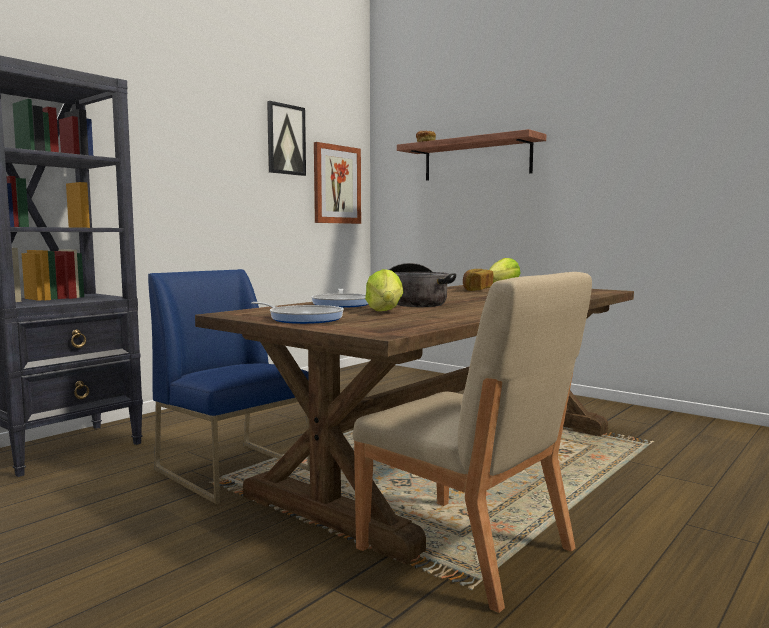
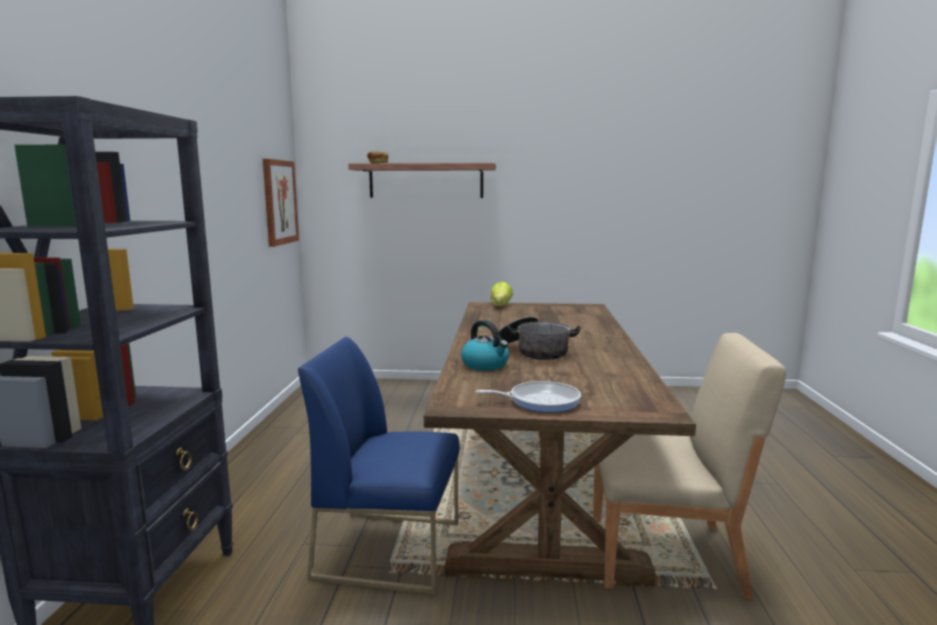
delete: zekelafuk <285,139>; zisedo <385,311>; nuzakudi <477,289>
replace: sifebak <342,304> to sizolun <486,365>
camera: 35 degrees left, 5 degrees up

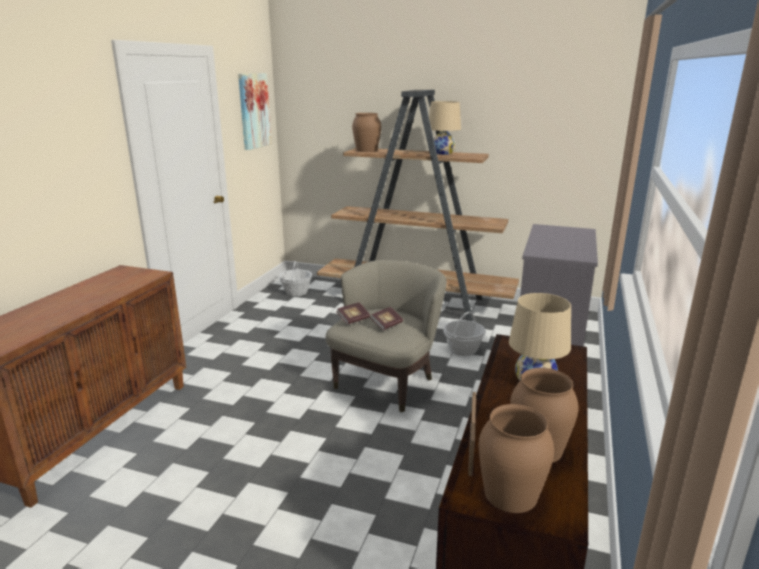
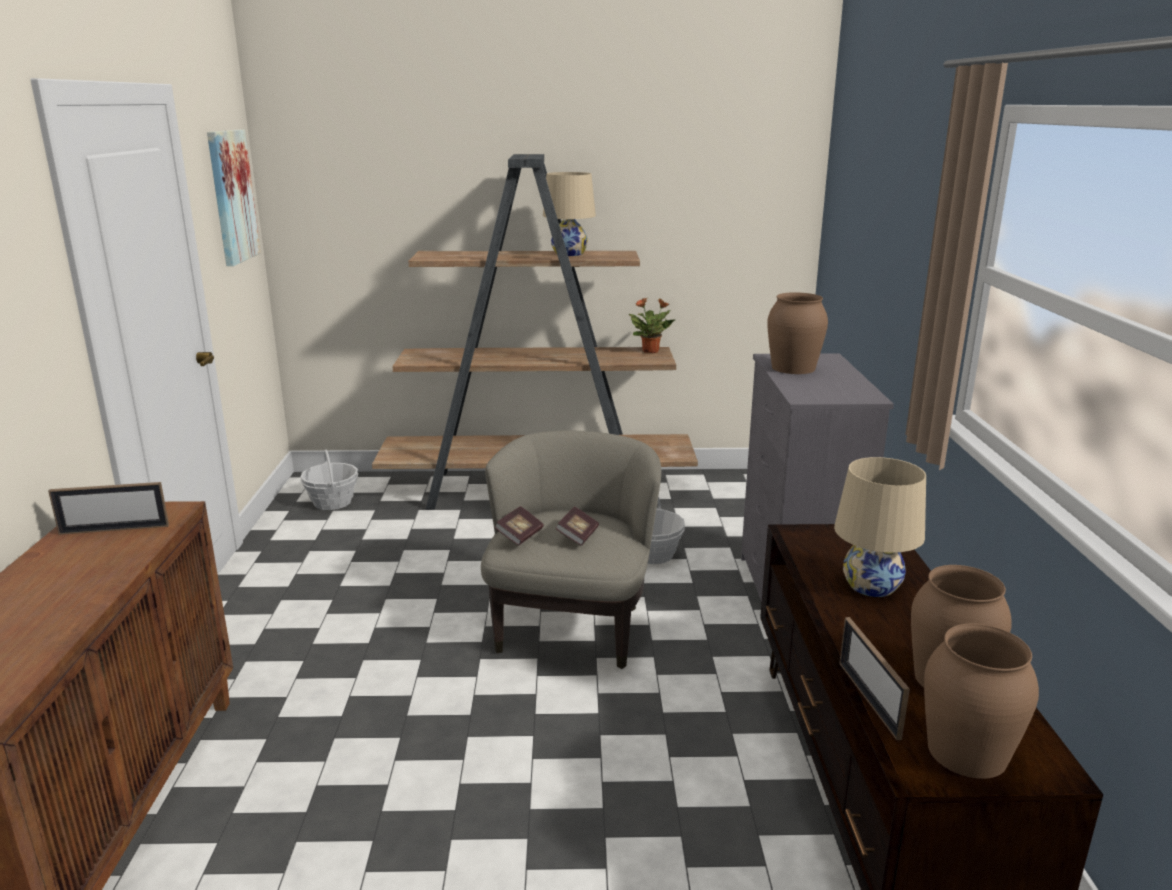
insert: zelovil <114,529>; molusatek <651,351>
move: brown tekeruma <366,150> to <793,368>
camera: 20 degrees left, 0 degrees up

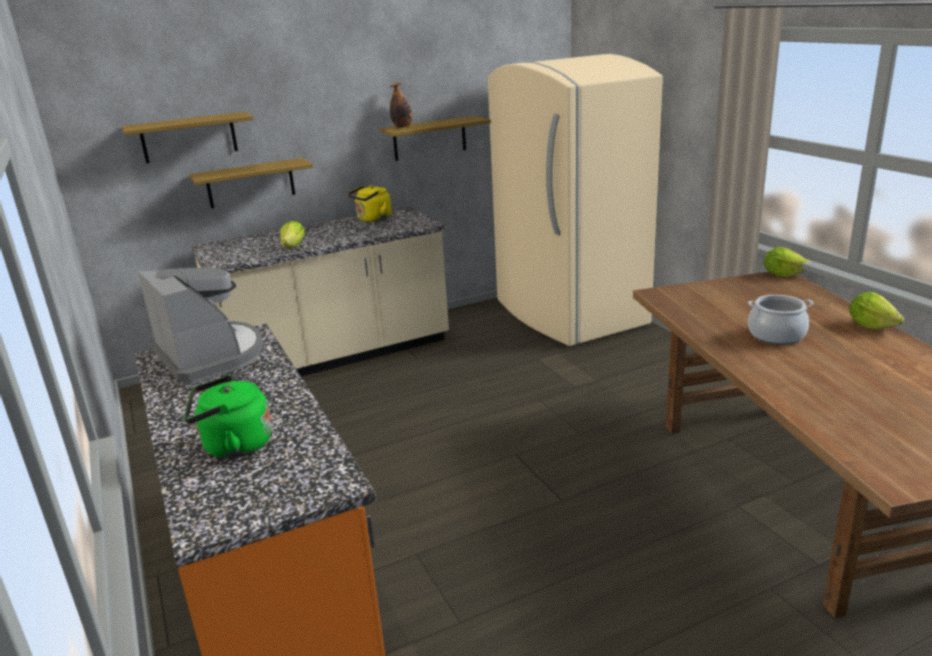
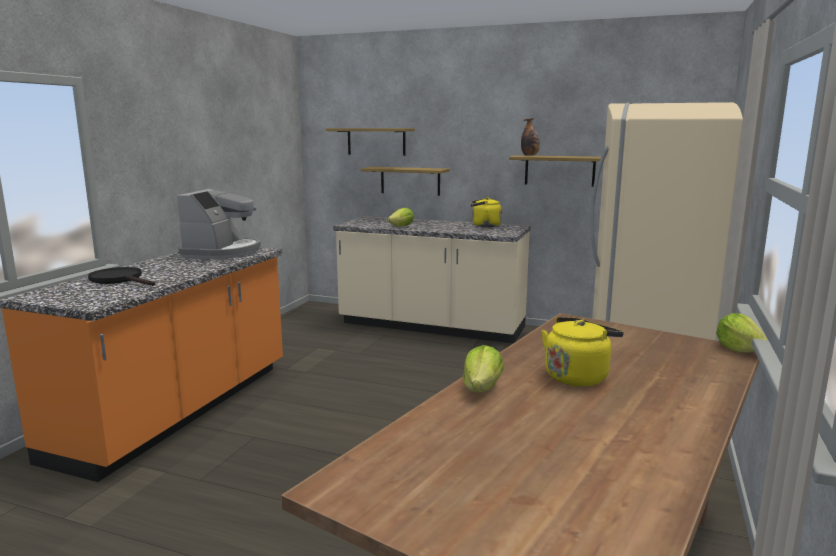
move: zisedo <871,325> to <482,388>
replace: green sizolun <233,446> to black sifebak <120,280>; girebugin <776,335> to yellow sizolun <578,376>
camera: 45 degrees right, 10 degrees down

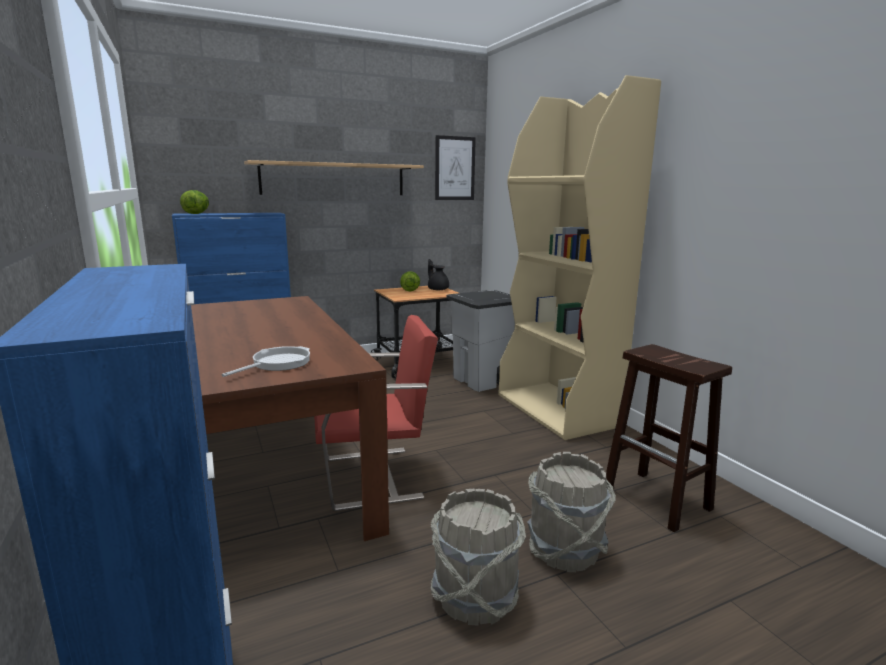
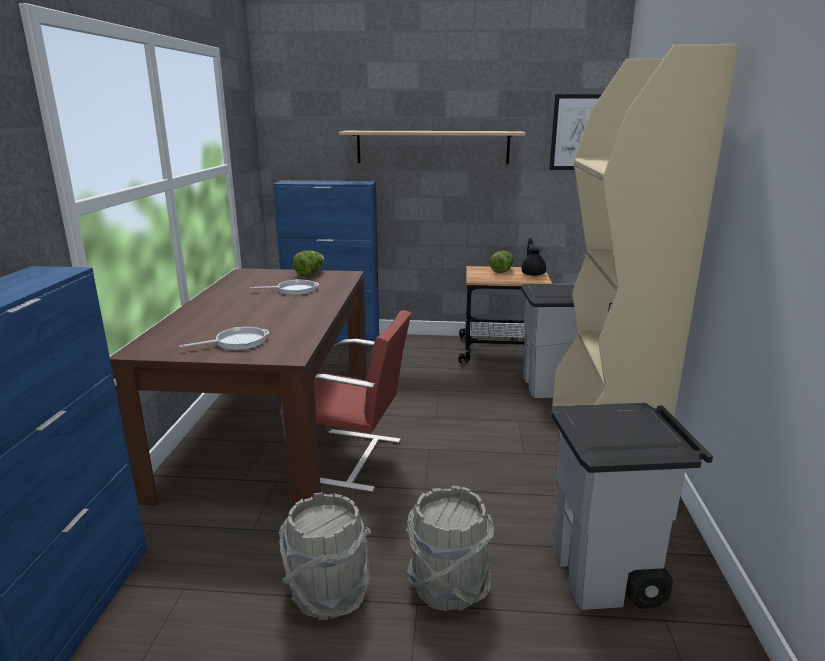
insert: sifebak <293,290>
move: zisedo <197,213> to <310,274>
replace: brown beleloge <658,500> to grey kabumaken <607,576>
camera: 30 degrees right, 5 degrees up

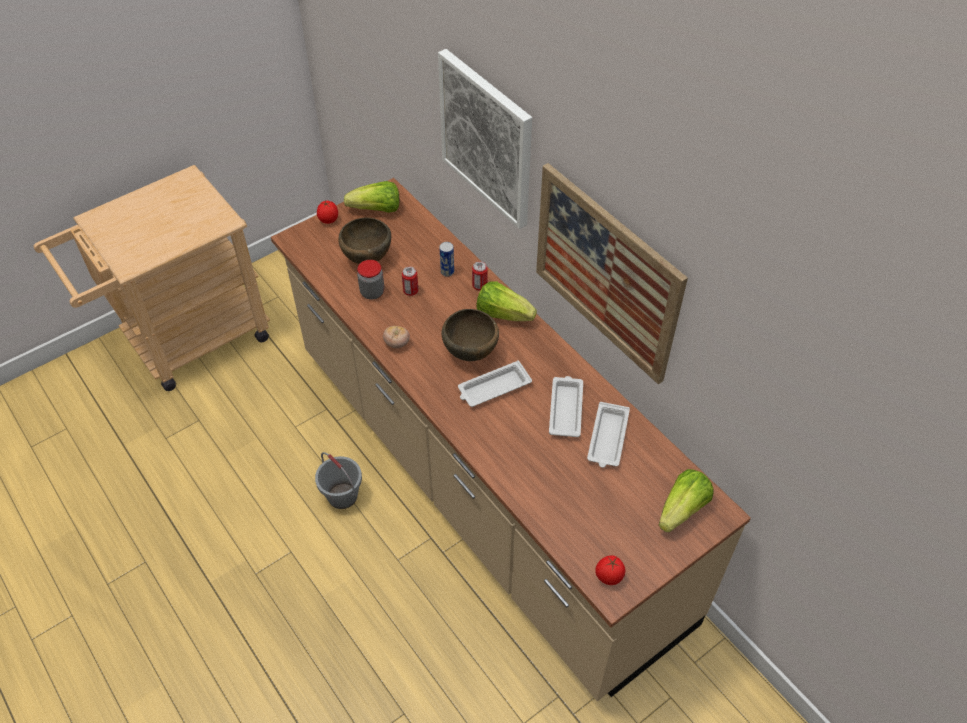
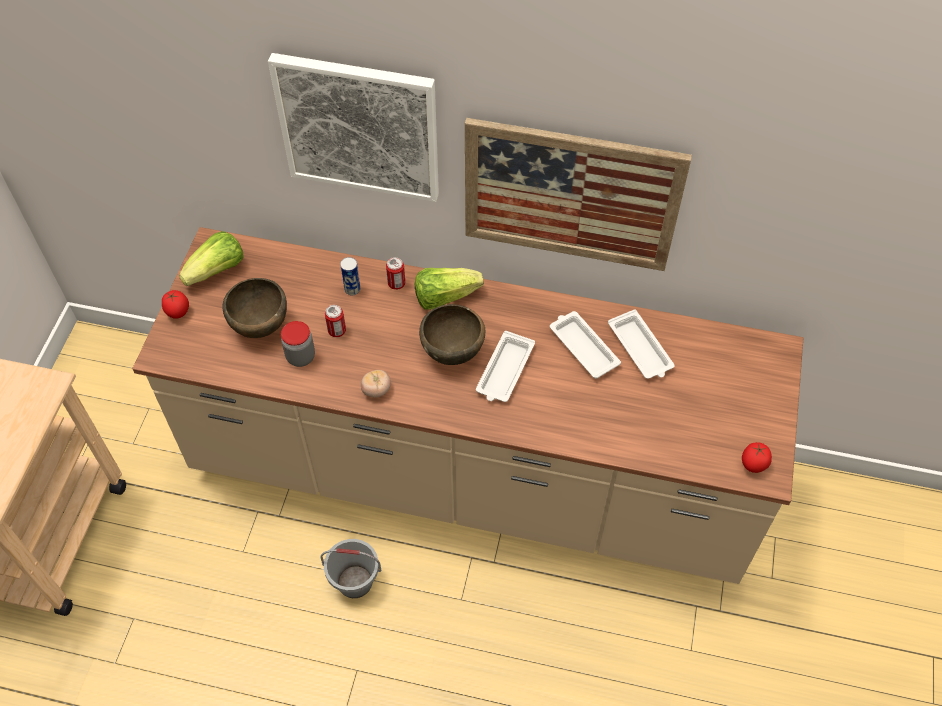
delete: zisedo <682,509>
camera: 40 degrees left, 5 degrees up

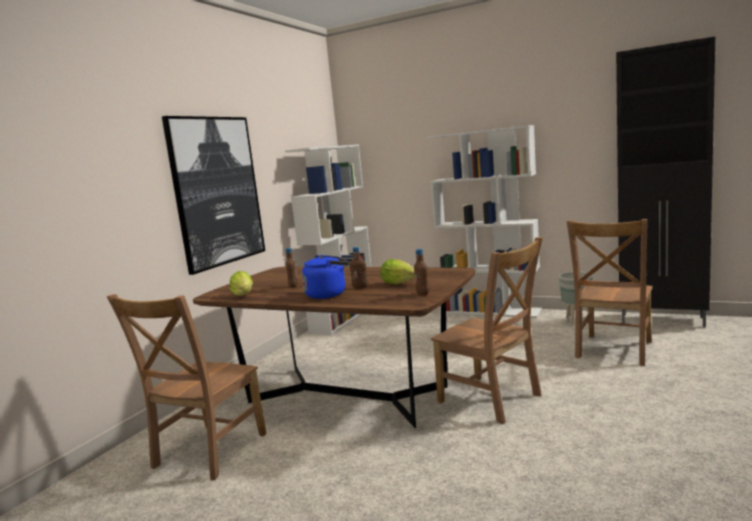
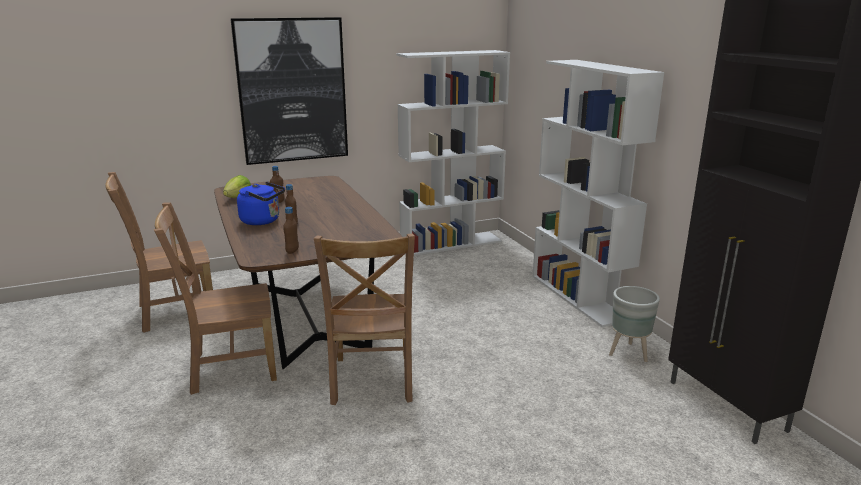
delete: zisedo <398,283>
move: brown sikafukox <613,351> to <229,367>
camera: 40 degrees right, 10 degrees up

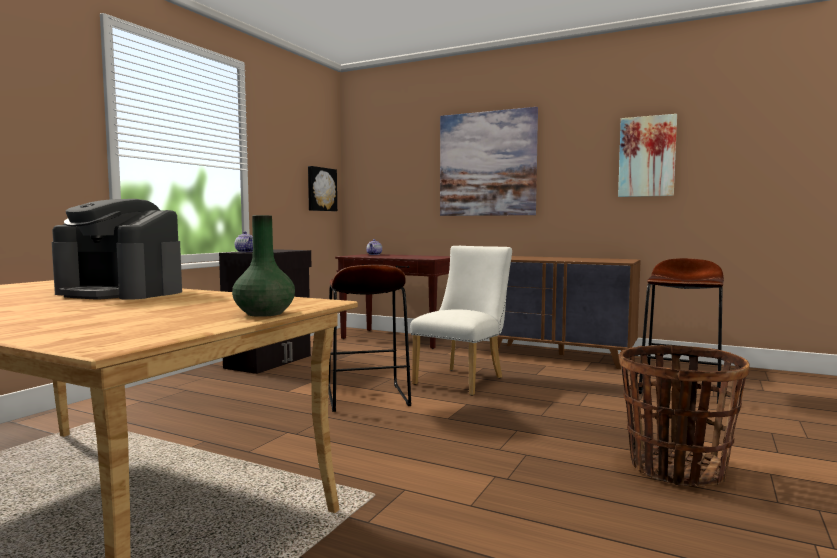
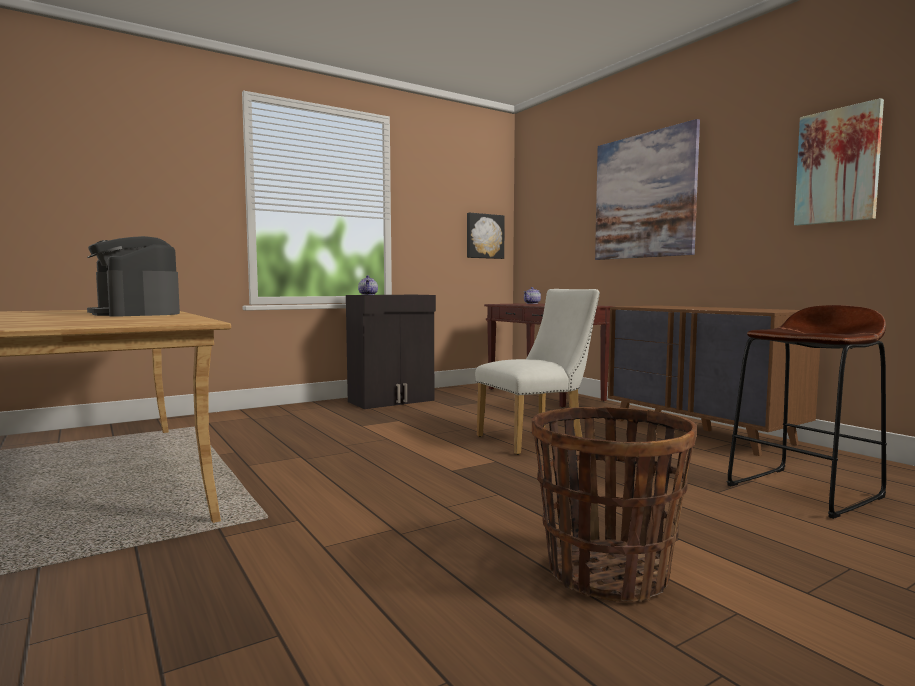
delete: green tekeruma <264,313>; brown beleloge <366,397>
camera: 30 degrees right, 0 degrees up

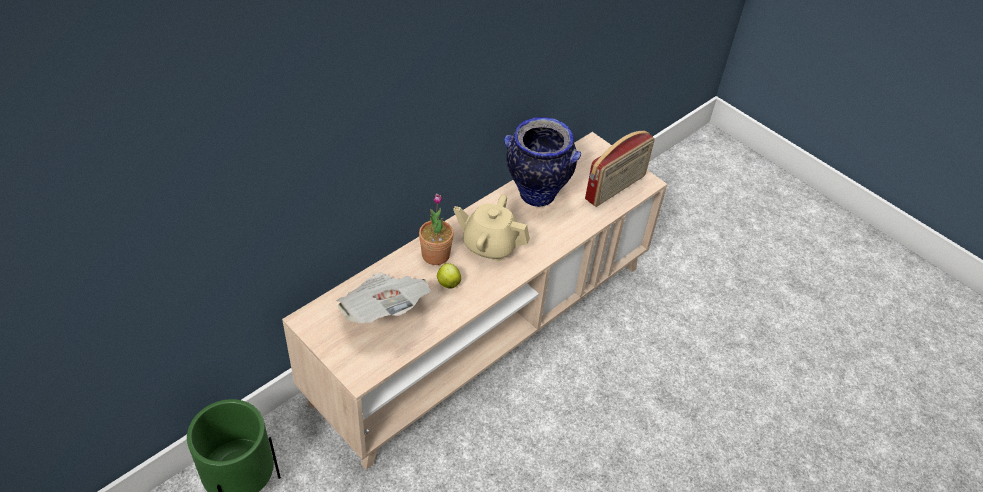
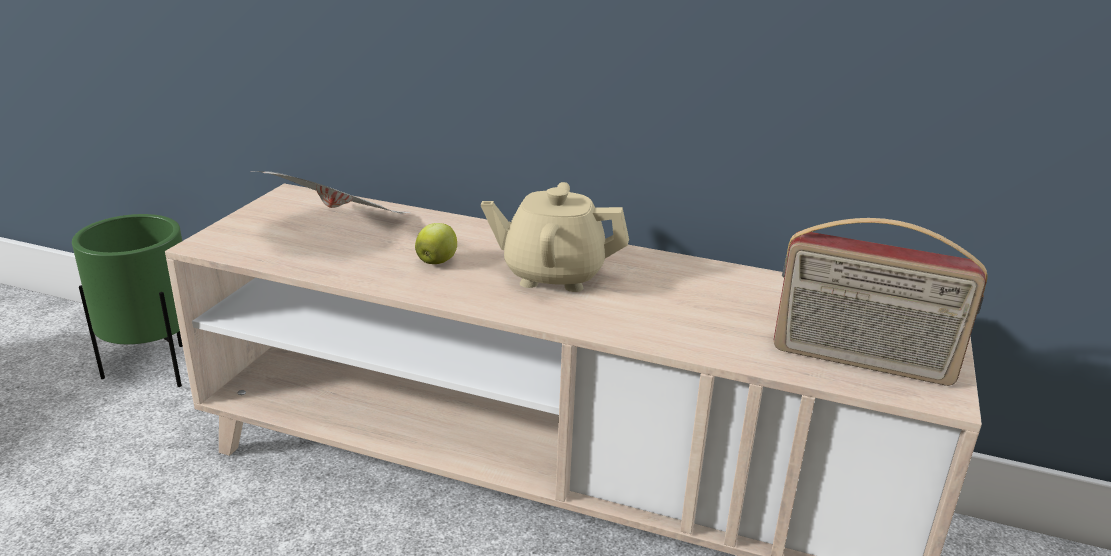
delete: molusatek <435,255>; tekeruma <536,195>
rotate: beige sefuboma <489,245> = <553,274> 75 degrees counterclockwise
camera: 65 degrees right, 20 degrees down

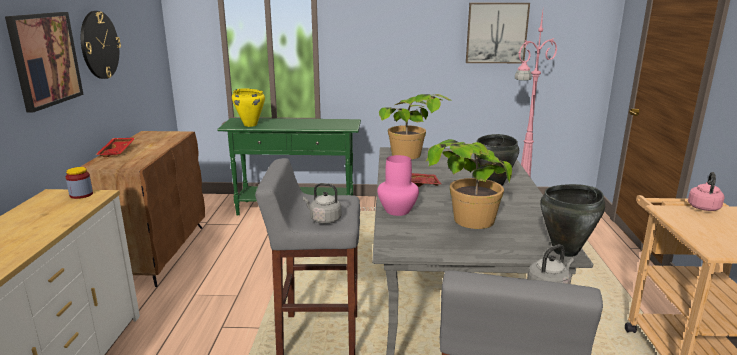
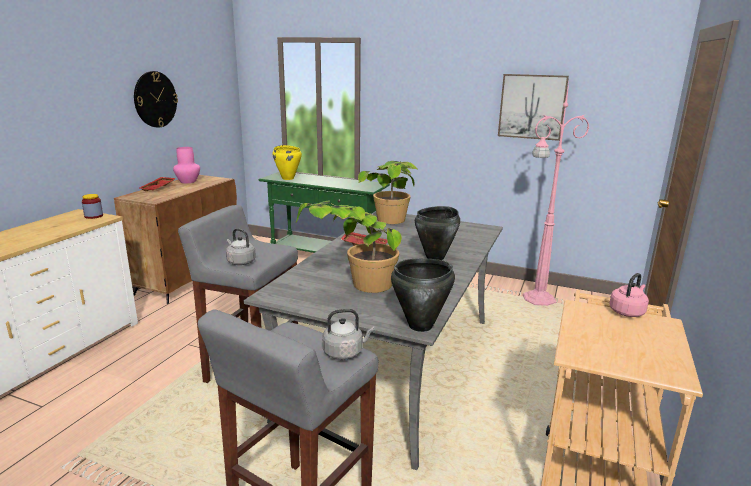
delete: zekelafuk <45,59>
move: pink tekeruma <398,210> to <188,181>
camera: 20 degrees right, 0 degrees up

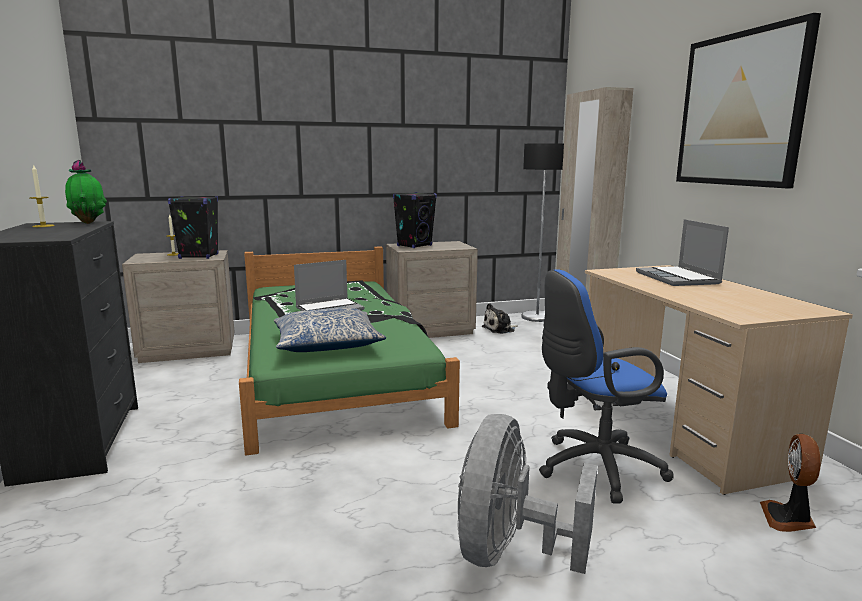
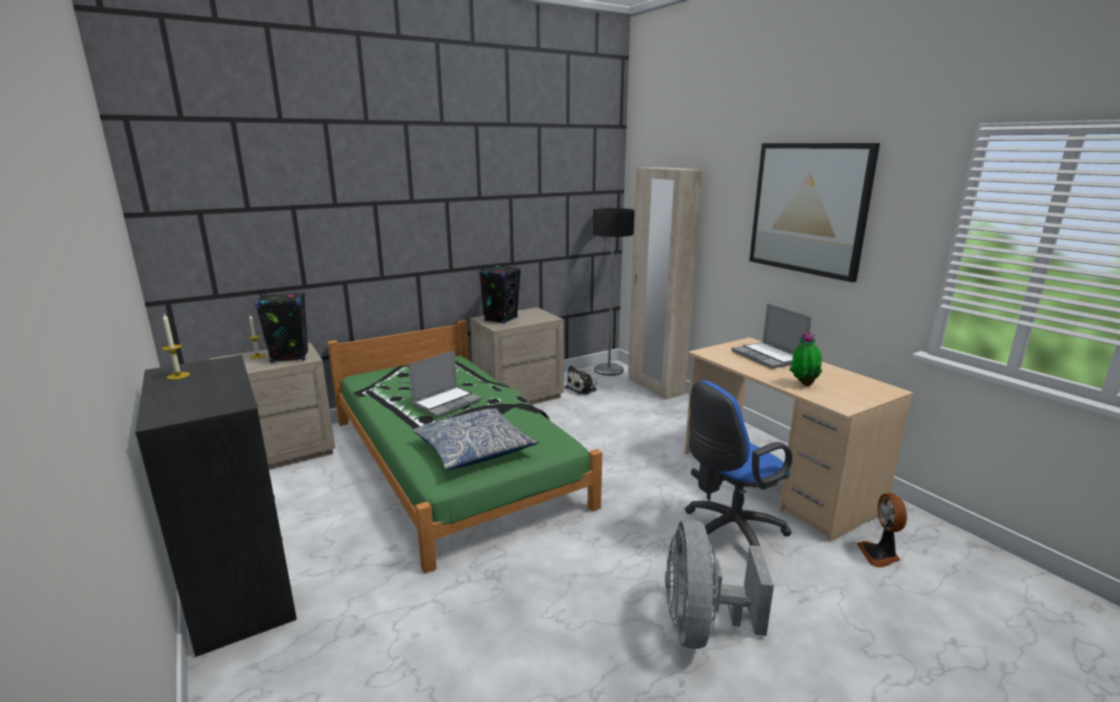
move: molusatek <89,223> to <803,384>
camera: 15 degrees left, 5 degrees up

